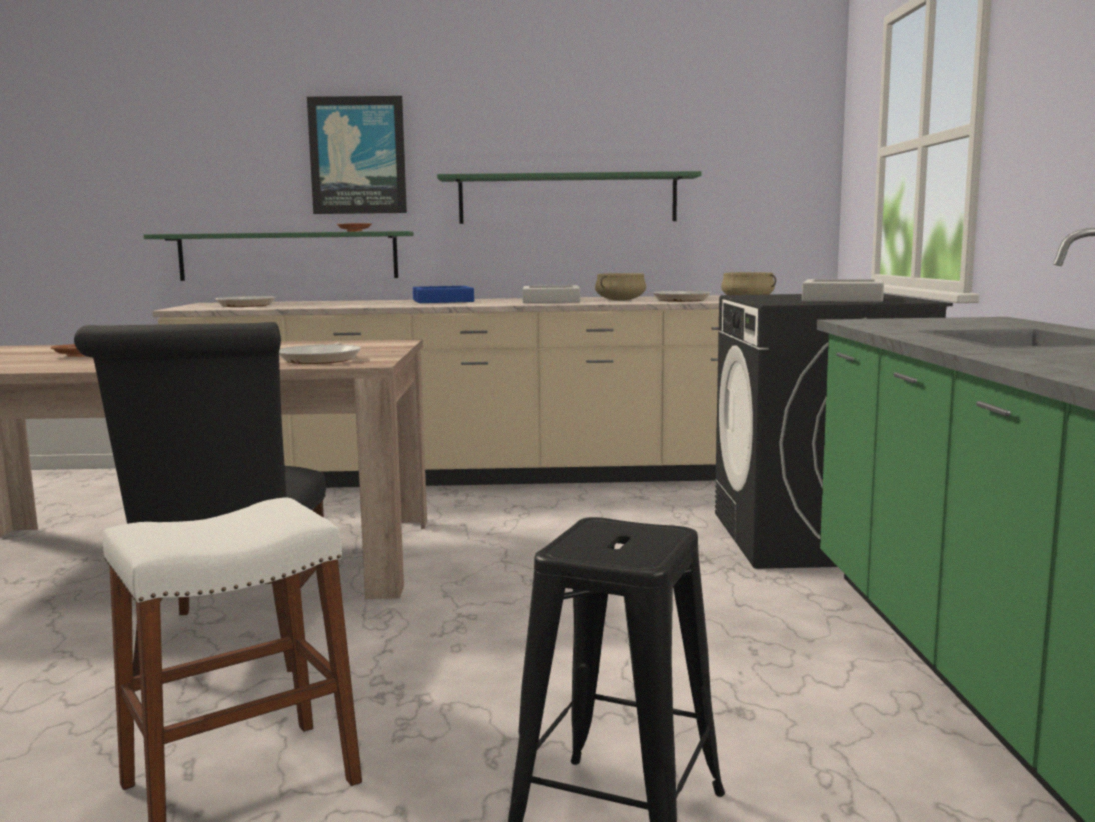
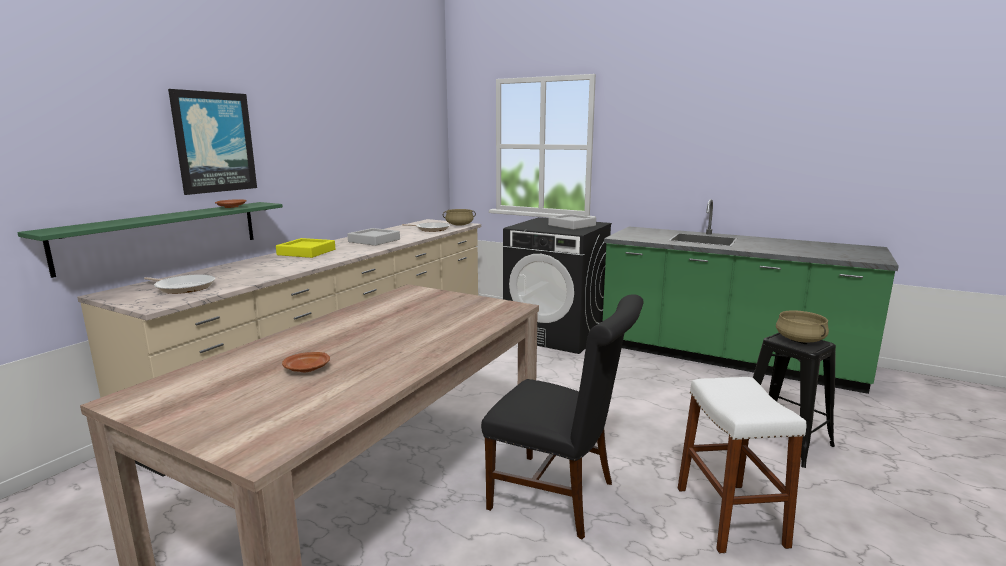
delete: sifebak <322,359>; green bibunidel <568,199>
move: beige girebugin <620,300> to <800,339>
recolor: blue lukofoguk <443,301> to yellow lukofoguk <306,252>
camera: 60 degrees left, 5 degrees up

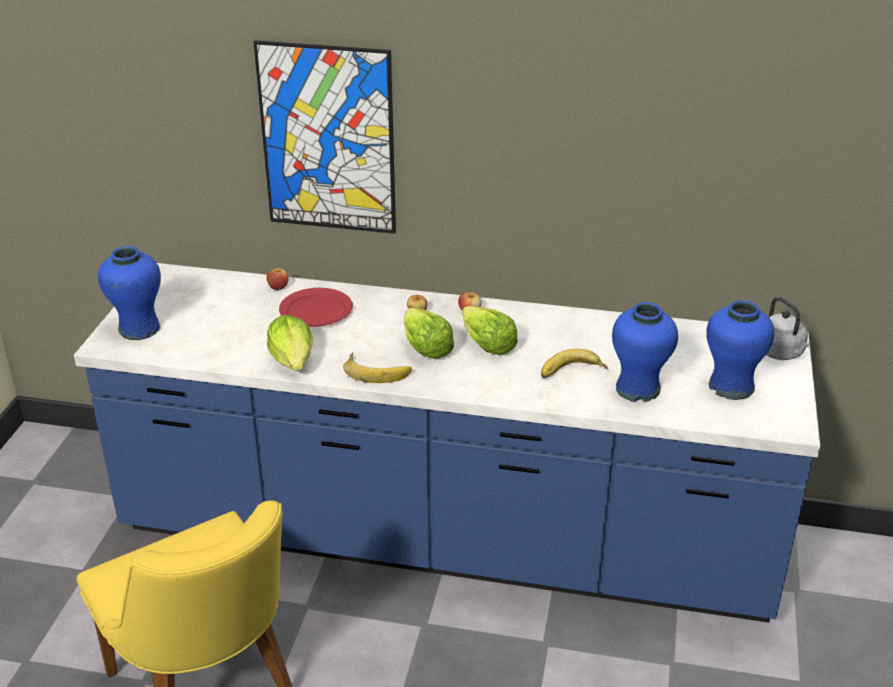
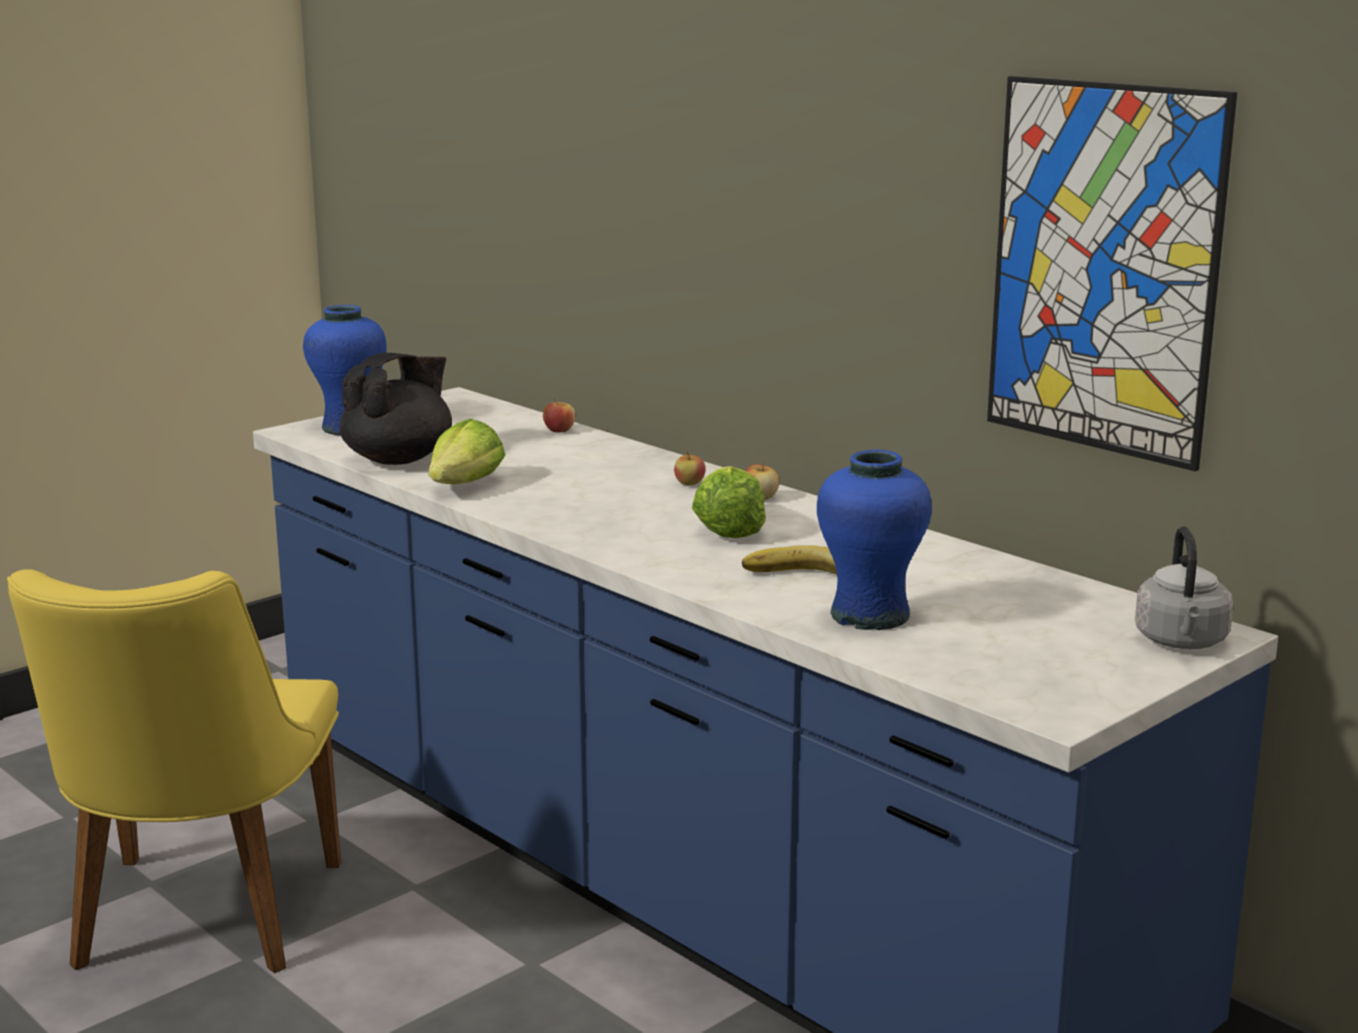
delete: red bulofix <315,311>; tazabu <377,370>; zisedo <425,348>; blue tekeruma <731,387>
insert: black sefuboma <399,459>
move: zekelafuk <328,139> to <1103,269>
camera: 35 degrees right, 15 degrees down

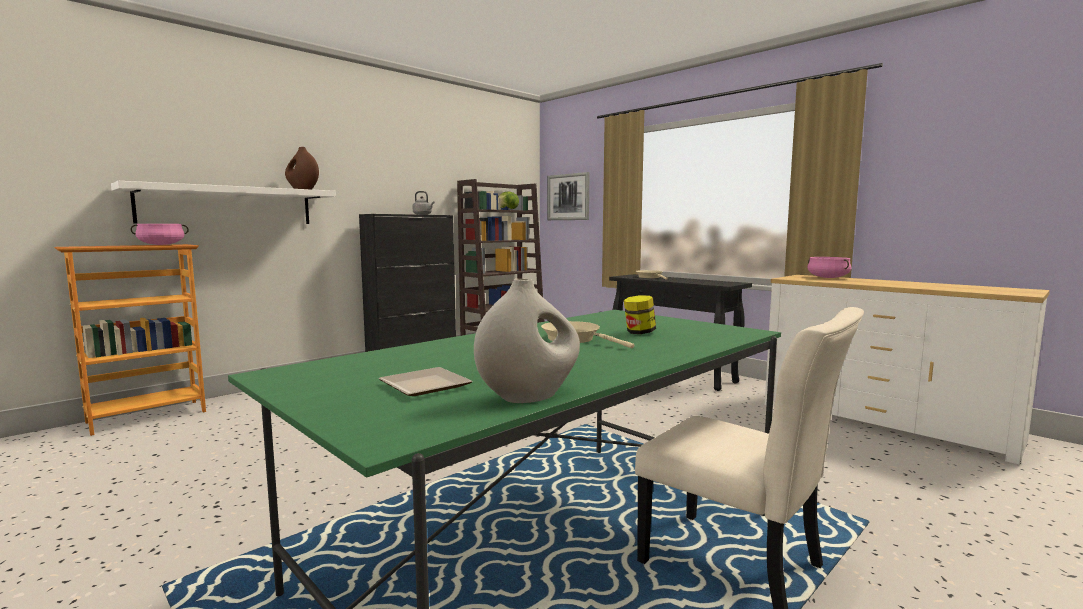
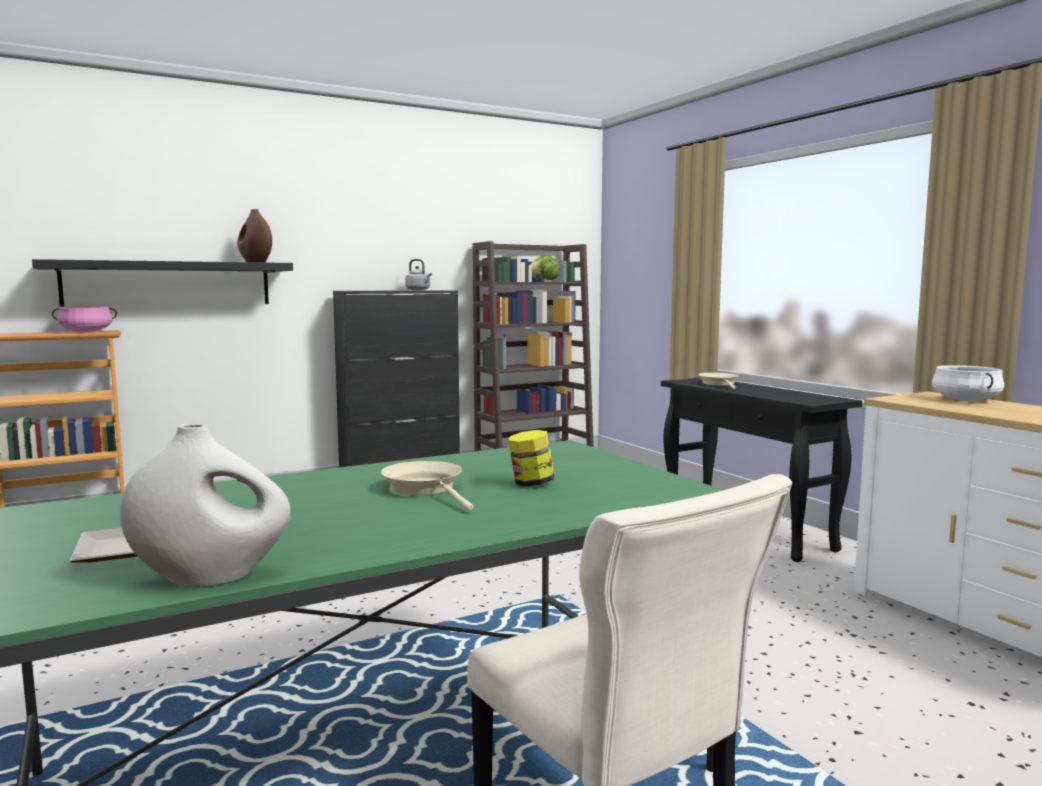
delete: zekelafuk <568,197>
recolor: white bibunidel <228,206> to black bibunidel <169,283>; pink girebugin <827,277> to white girebugin <965,400>
camera: 15 degrees right, 0 degrees up

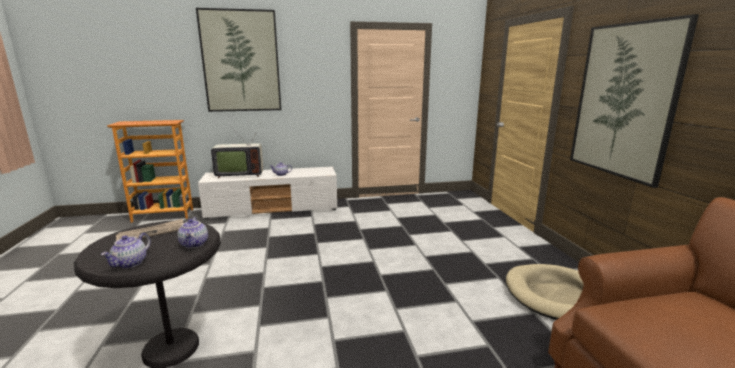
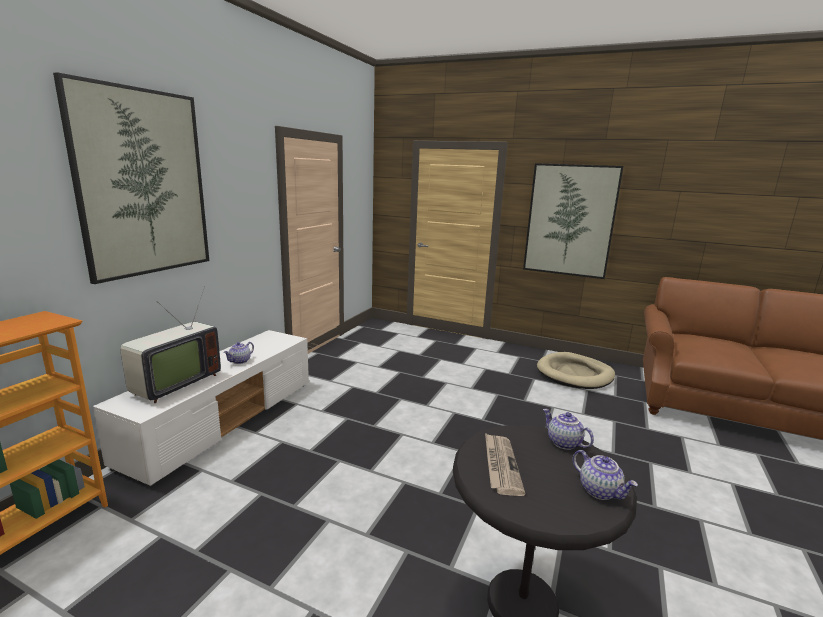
rotate: sefuboma <195,244> = <563,443> 150 degrees counterclockwise
camera: 55 degrees left, 0 degrees up

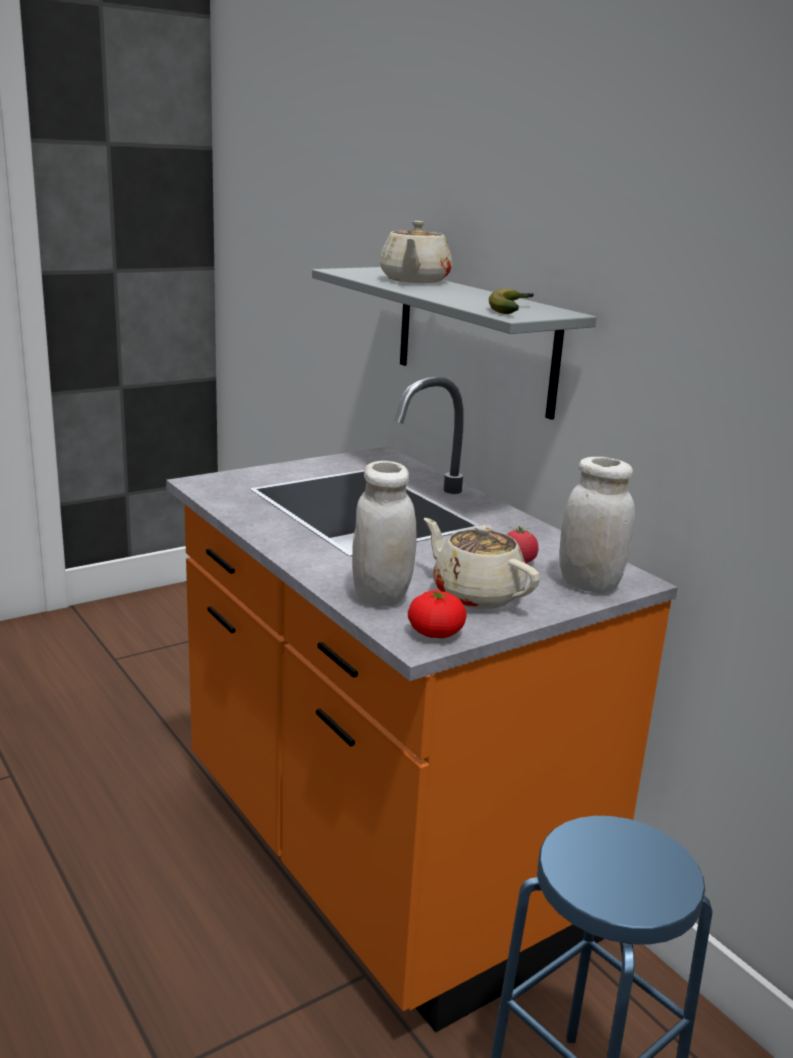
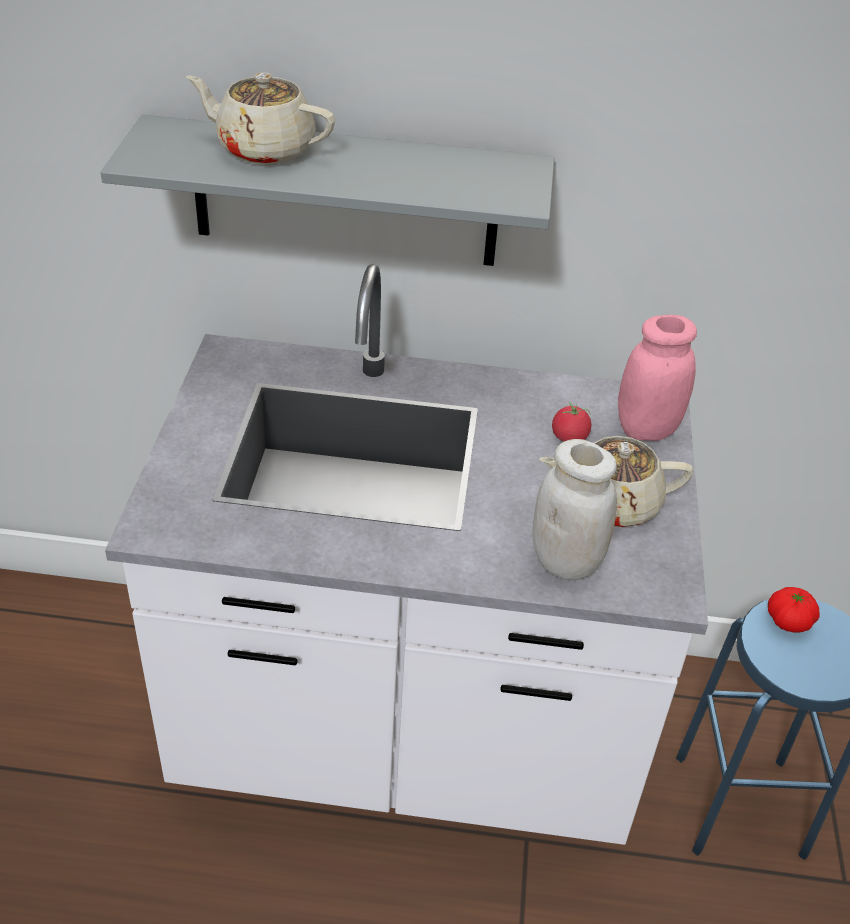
delete: tazabu <511,309>
move: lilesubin <435,633> to <788,621>
recolor: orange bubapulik <378,855> to white bubapulik <407,735>; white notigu <589,584> to pink notigu <646,429>
rotate: beige sefuboma <414,280> = <264,149> 150 degrees clockwise
camera: 50 degrees left, 20 degrees up

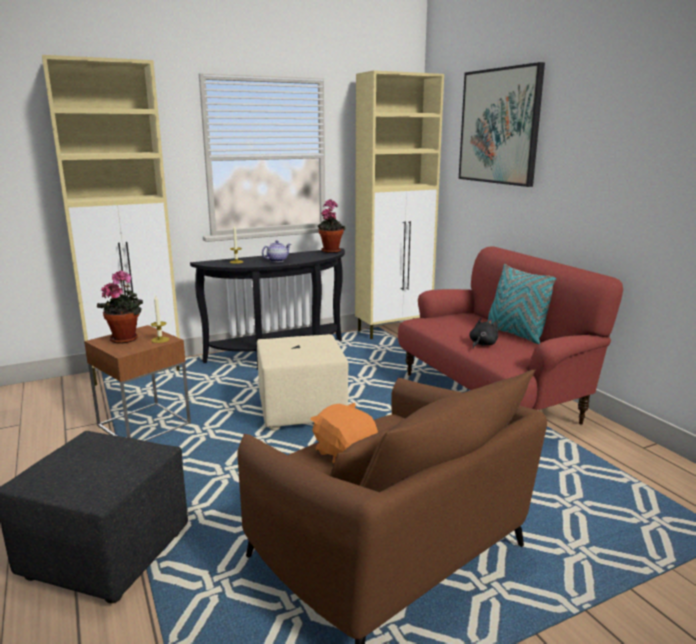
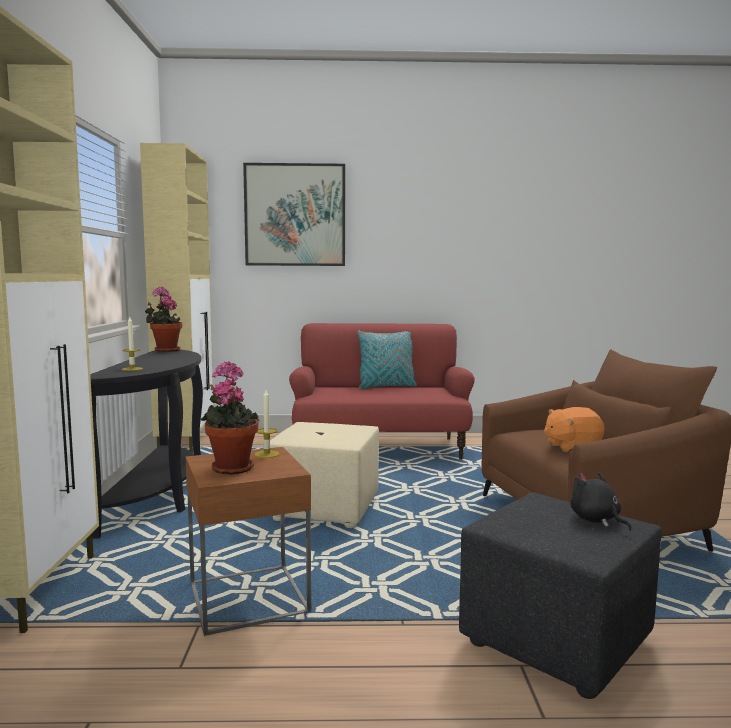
delete: sefuboma <277,260>
move: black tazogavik <482,344> to <597,520>
camera: 65 degrees left, 10 degrees down

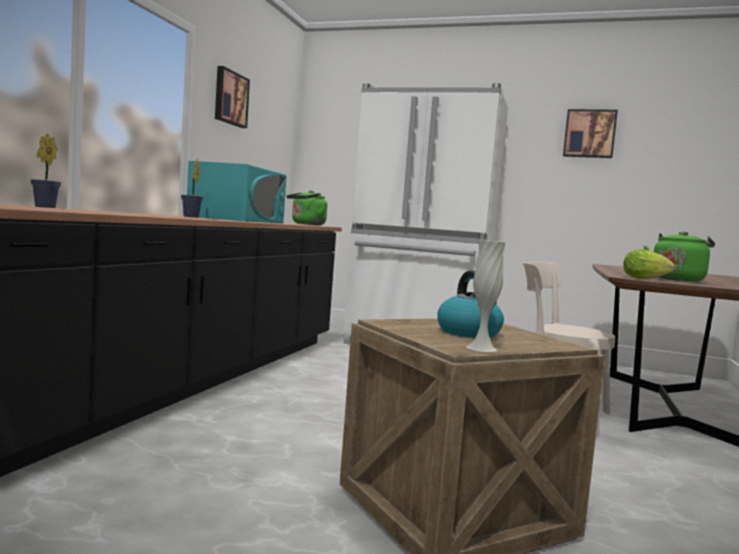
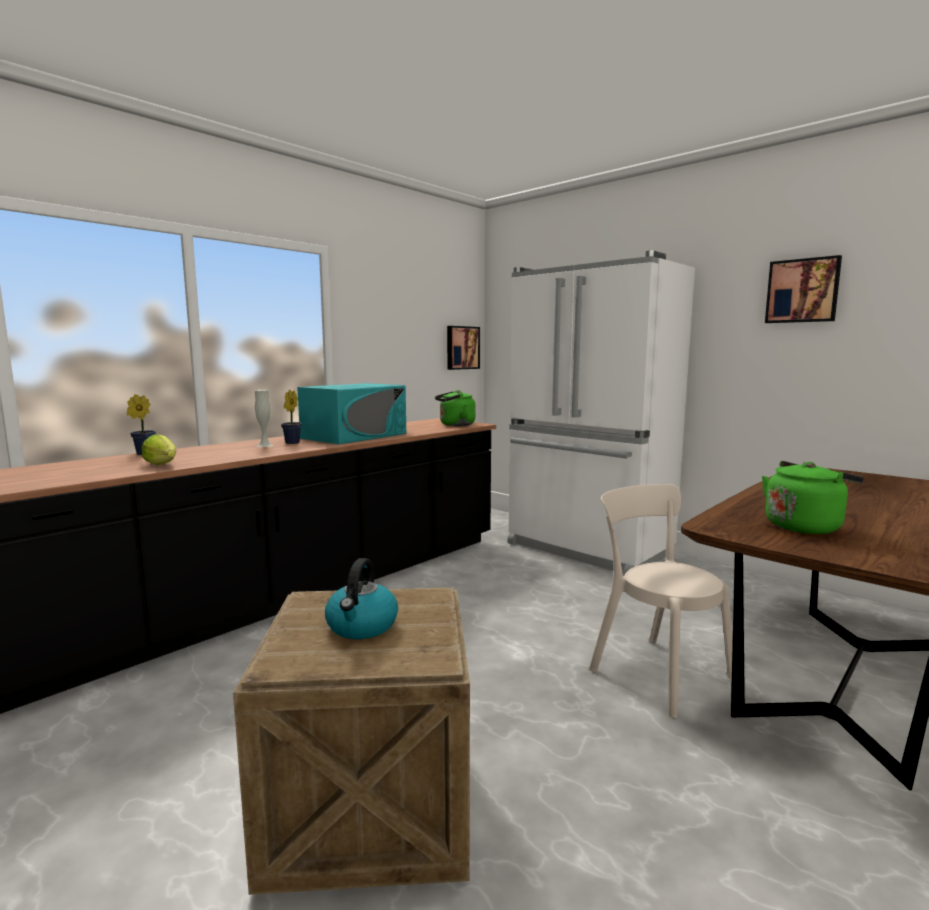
move: zekelafuk <230,98> to <462,347>; white tekeruma <481,348> to <265,445>; zisedo <647,279> to <163,465>
camera: 25 degrees right, 5 degrees up

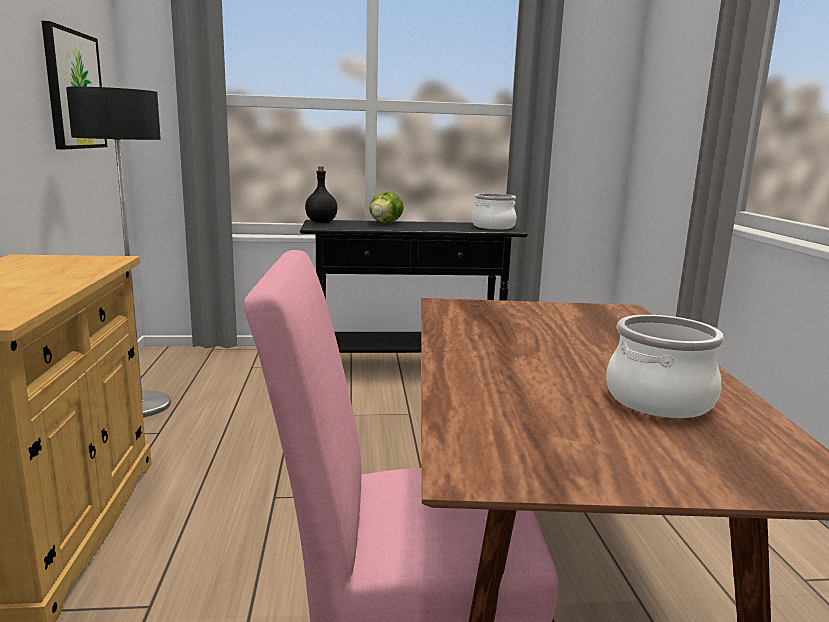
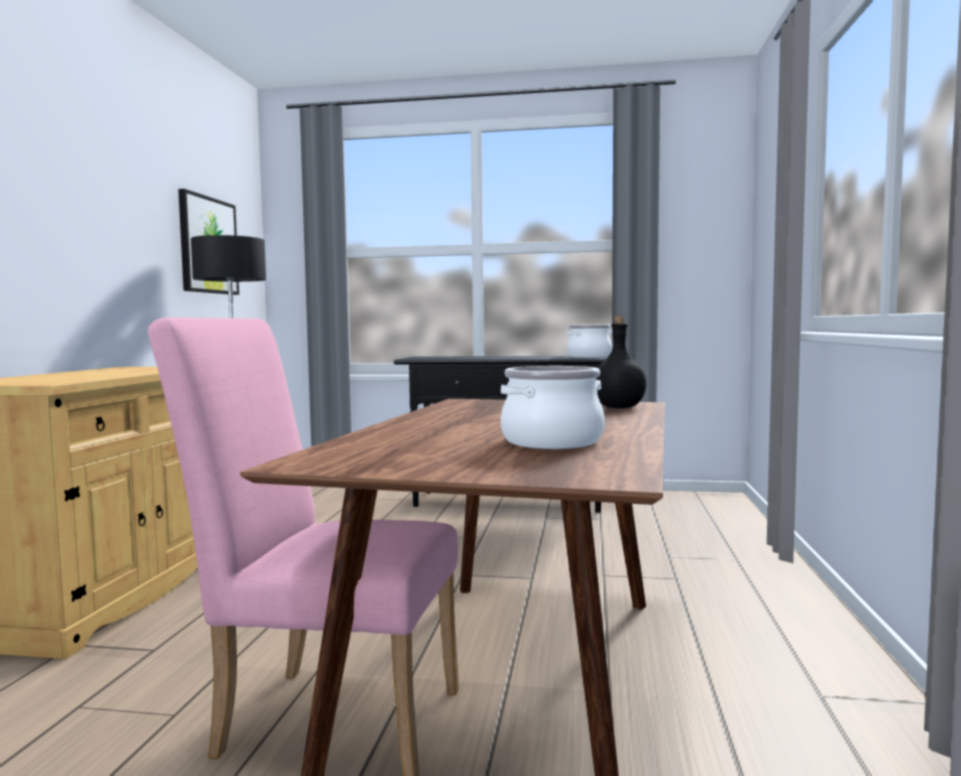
delete: zisedo <385,223>
move: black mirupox <321,222> to <618,407>
camera: 15 degrees right, 10 degrees down

